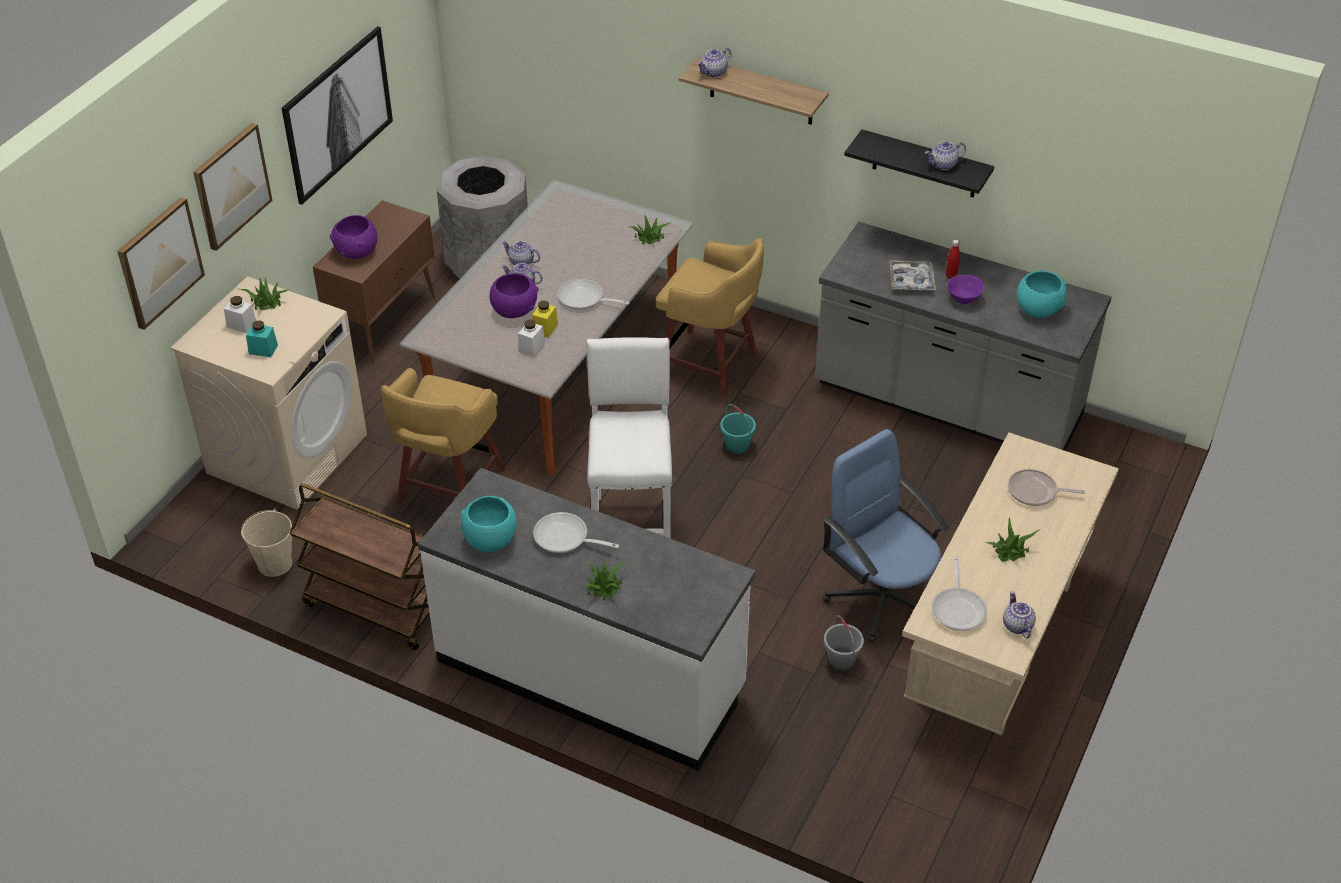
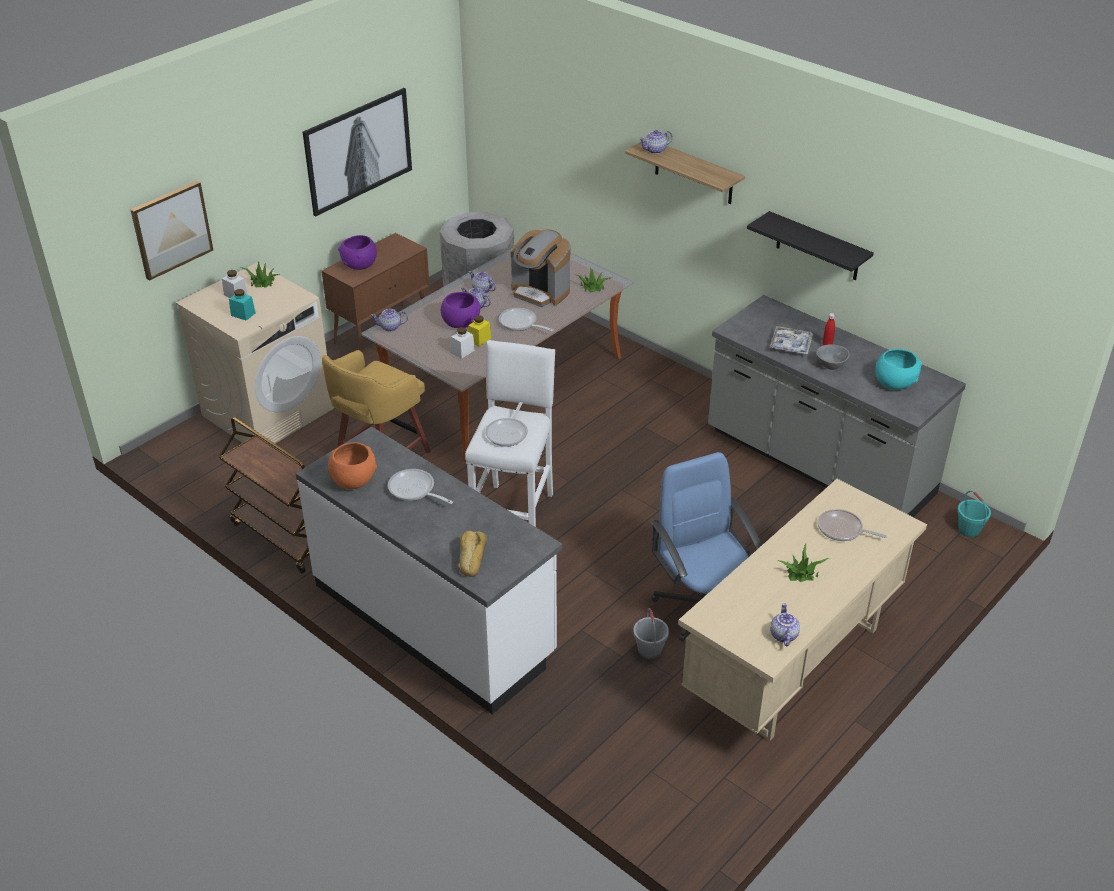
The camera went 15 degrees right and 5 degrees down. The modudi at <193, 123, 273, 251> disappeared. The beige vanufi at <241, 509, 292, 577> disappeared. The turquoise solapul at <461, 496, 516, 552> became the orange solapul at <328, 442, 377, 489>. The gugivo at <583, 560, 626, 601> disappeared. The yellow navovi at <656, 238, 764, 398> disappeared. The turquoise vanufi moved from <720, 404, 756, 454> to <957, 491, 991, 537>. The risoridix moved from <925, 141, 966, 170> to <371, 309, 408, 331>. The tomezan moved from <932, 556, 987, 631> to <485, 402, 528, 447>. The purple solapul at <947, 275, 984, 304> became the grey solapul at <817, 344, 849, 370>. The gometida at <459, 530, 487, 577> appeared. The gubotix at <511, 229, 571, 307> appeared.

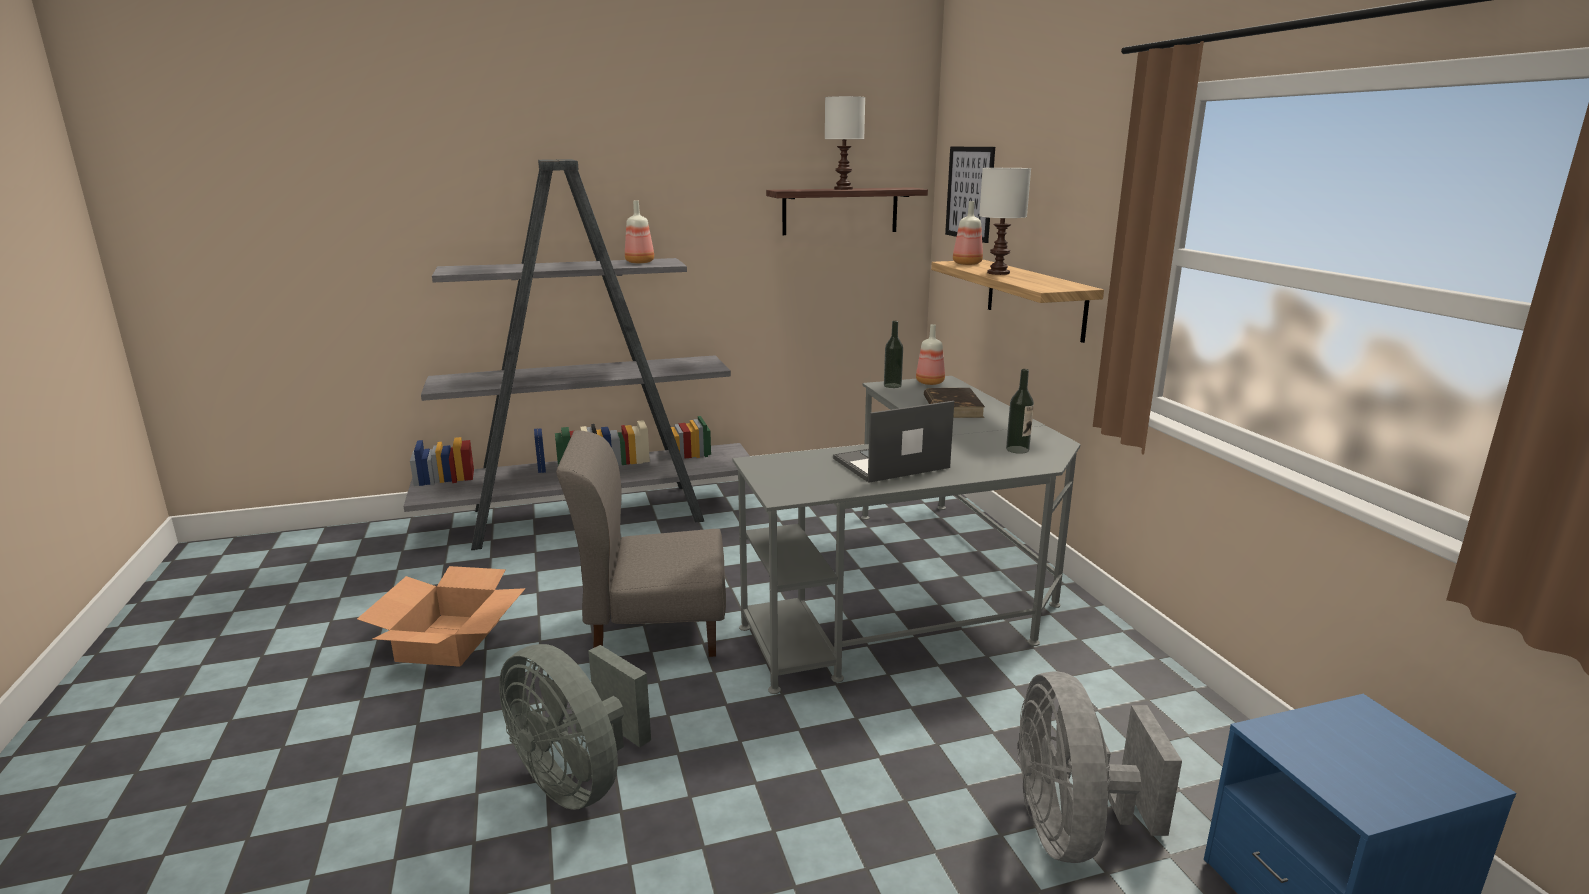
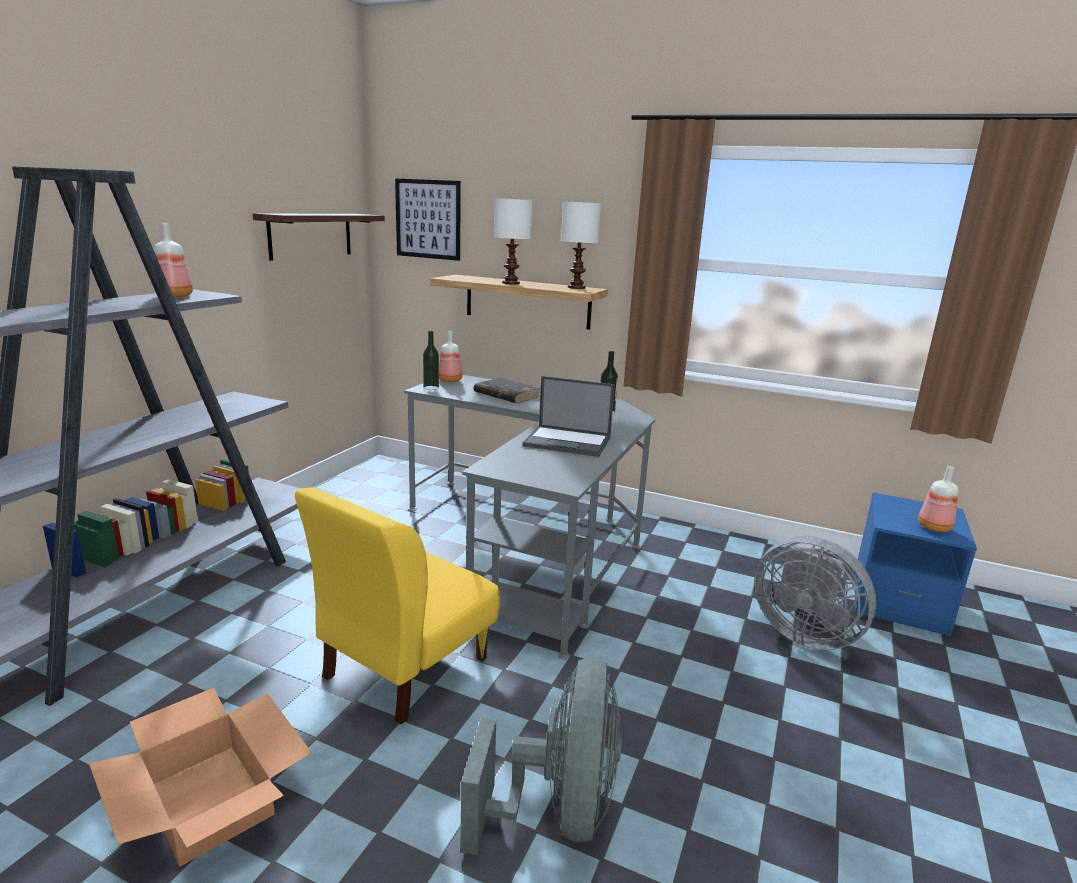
The camera went 50 degrees left and 0 degrees up. The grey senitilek at <499, 644, 651, 810> turned 75 degrees counterclockwise. The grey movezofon at <556, 431, 726, 657> became the yellow movezofon at <295, 488, 500, 724>. The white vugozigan moved from <825, 96, 865, 190> to <561, 201, 601, 289>. The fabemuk at <833, 401, 954, 483> turned 90 degrees counterclockwise. The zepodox moved from <953, 201, 983, 265> to <918, 466, 958, 532>.

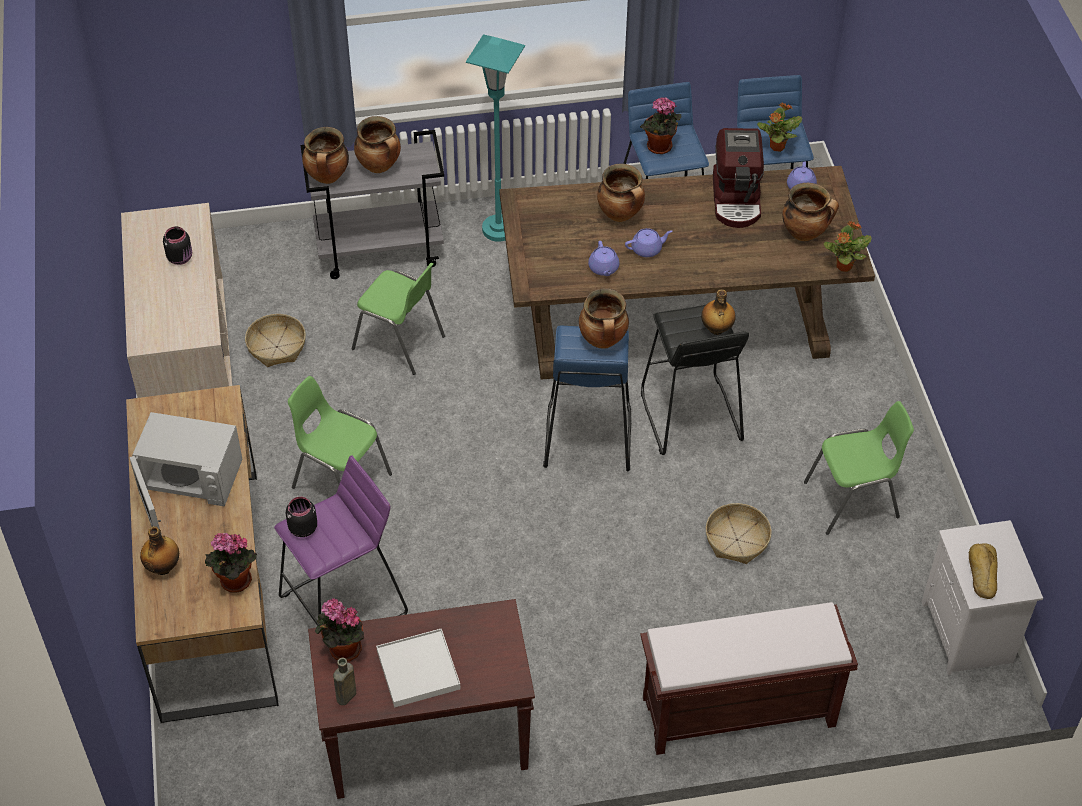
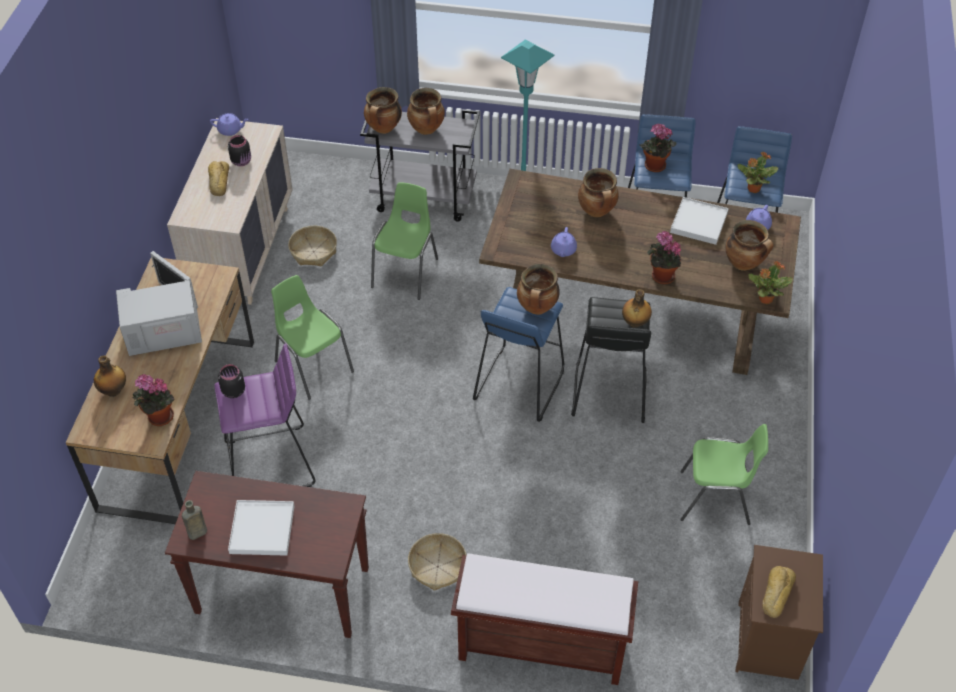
The camera went 20 degrees right and 0 degrees up. The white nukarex at <130, 412, 242, 536> turned 135 degrees clockwise. The gugivo moved from <315, 598, 364, 662> to <647, 231, 681, 285>. The green movezofon at <352, 263, 445, 375> turned 120 degrees counterclockwise. The purple risoridix moved from <625, 228, 672, 257> to <210, 113, 248, 136>. The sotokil moved from <706, 503, 772, 564> to <408, 533, 466, 591>. The gubotix at <713, 128, 764, 228> was replaced by the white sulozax at <670, 197, 729, 245>. The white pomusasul at <921, 520, 1043, 675> became the brown pomusasul at <736, 545, 823, 680>. The gometida at <208, 161, 229, 196> appeared.

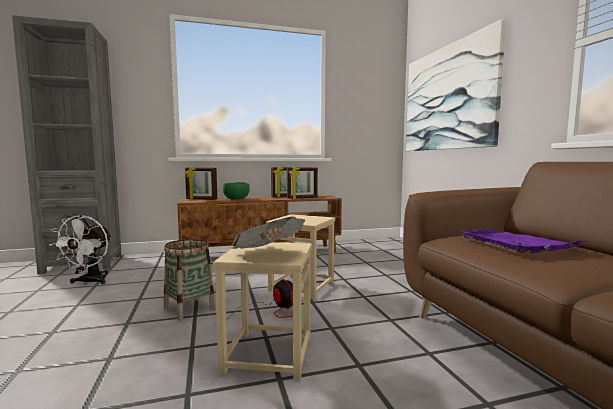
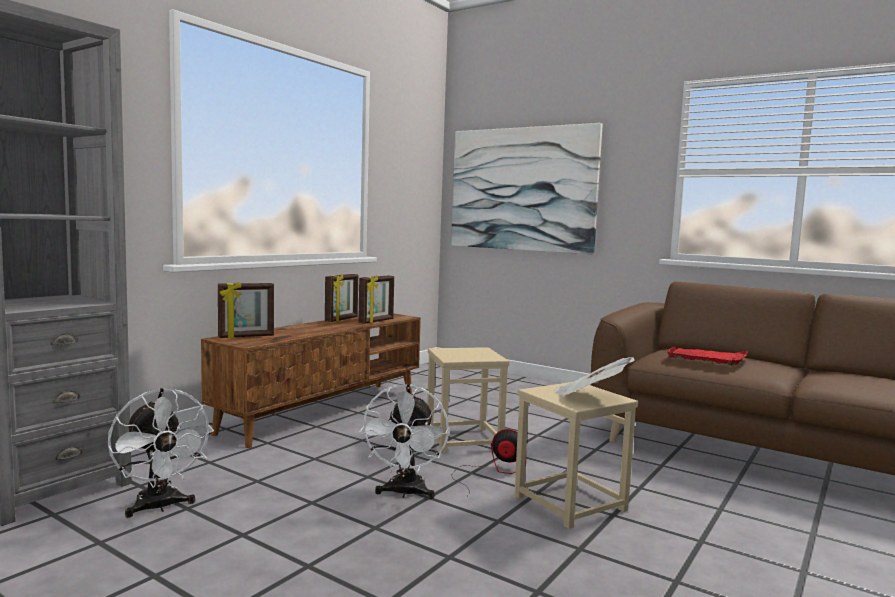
The camera went 40 degrees left and 0 degrees up. The sotokil at <164, 239, 215, 321> was replaced by the white senitilek at <359, 384, 449, 499>. The green solapul at <223, 182, 250, 200> disappeared. The purple sulozax at <461, 228, 588, 253> became the red sulozax at <666, 347, 748, 366>.

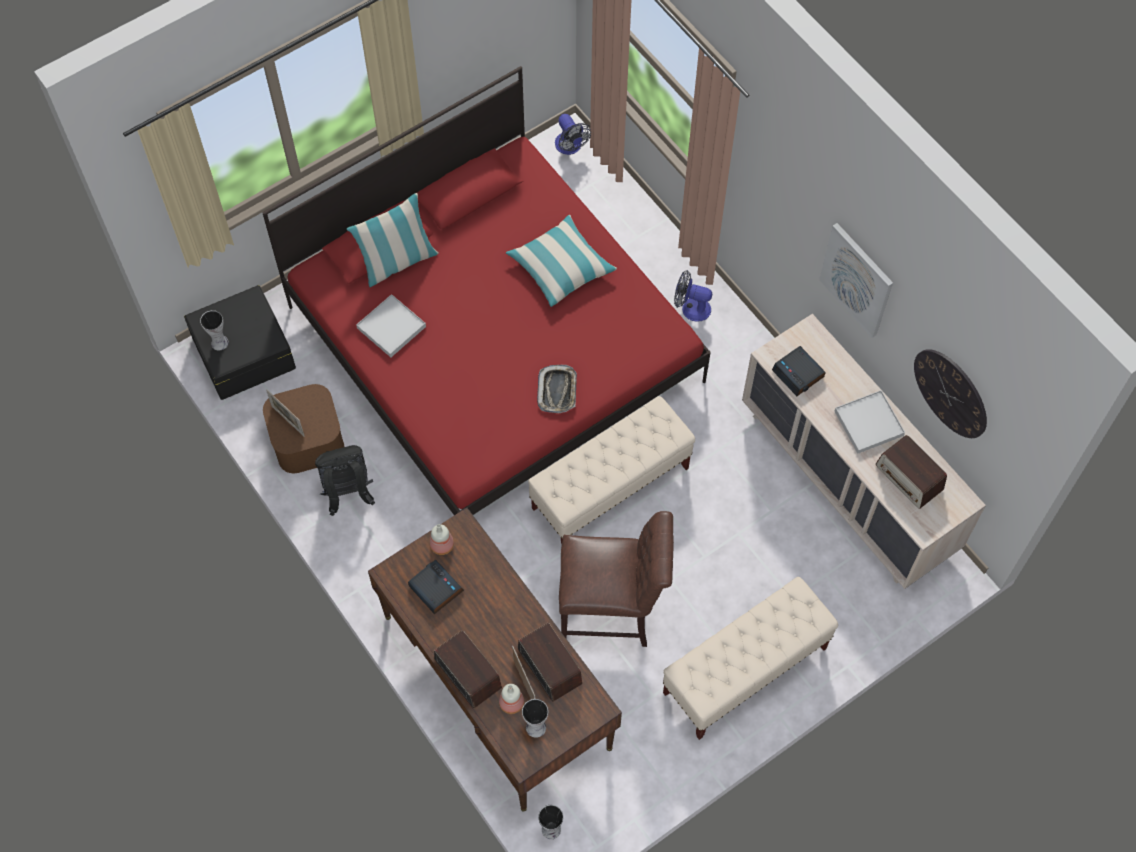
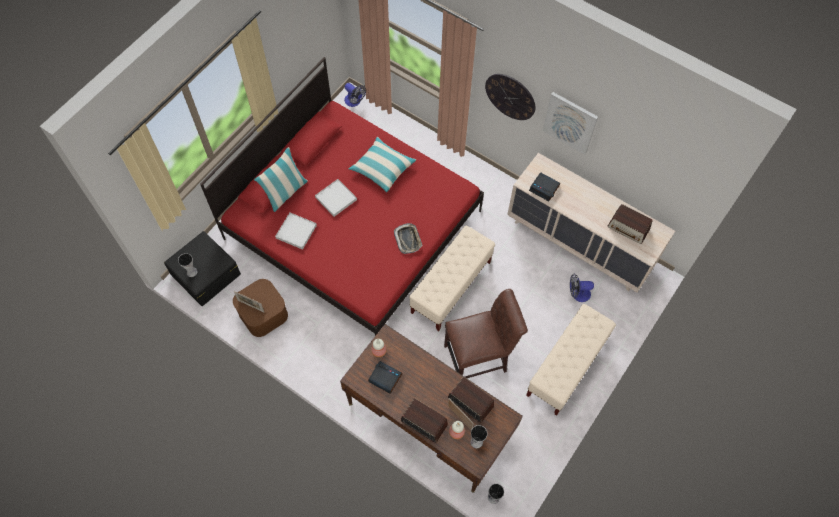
The camera went 20 degrees left and 0 degrees up. The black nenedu at <315, 445, 375, 516> disappeared. The senitilek moved from <674, 270, 712, 322> to <570, 274, 594, 302>. The white sulozax moved from <834, 390, 905, 454> to <315, 179, 357, 217>. The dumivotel moved from <914, 349, 987, 438> to <485, 74, 535, 120>.

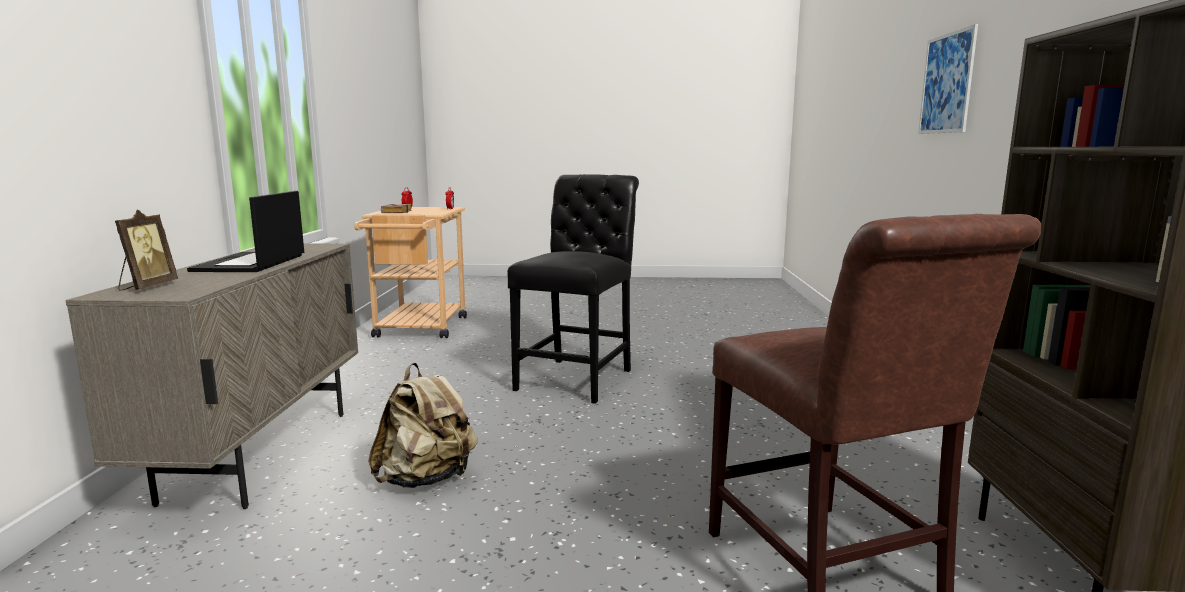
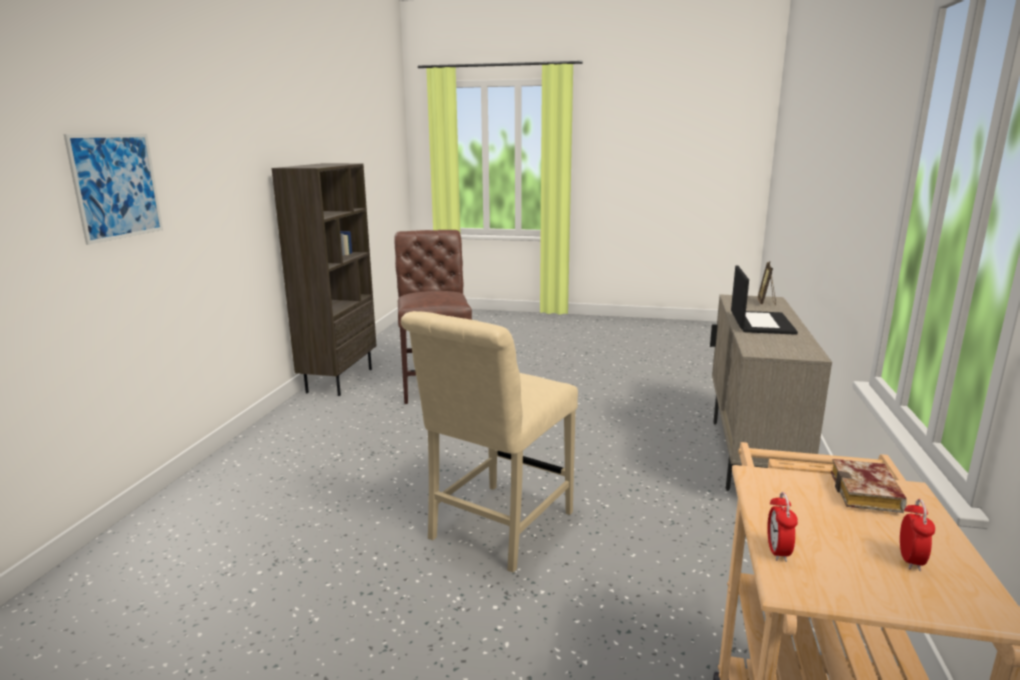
The camera went 170 degrees left and 5 degrees up. The beige nenedu at <368, 363, 477, 488> disappeared. The black movezofon at <507, 174, 639, 404> became the beige movezofon at <401, 311, 578, 573>.

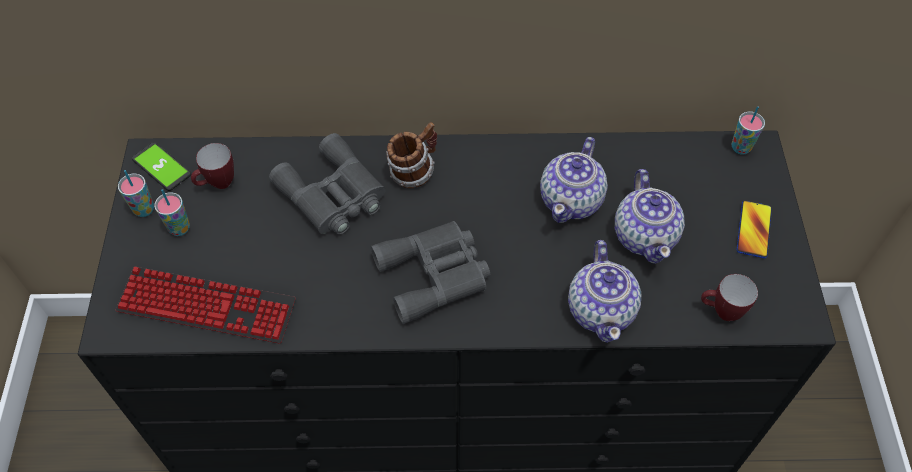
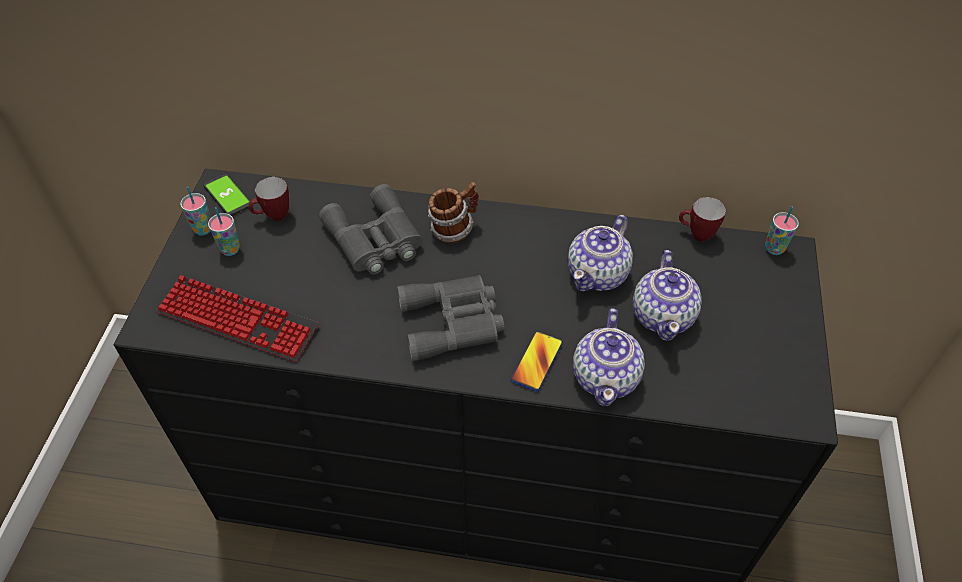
The camera went 10 degrees right and 5 degrees down. The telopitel moved from <701, 274, 758, 321> to <679, 197, 726, 242>. The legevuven moved from <737, 200, 772, 258> to <511, 331, 563, 391>.

